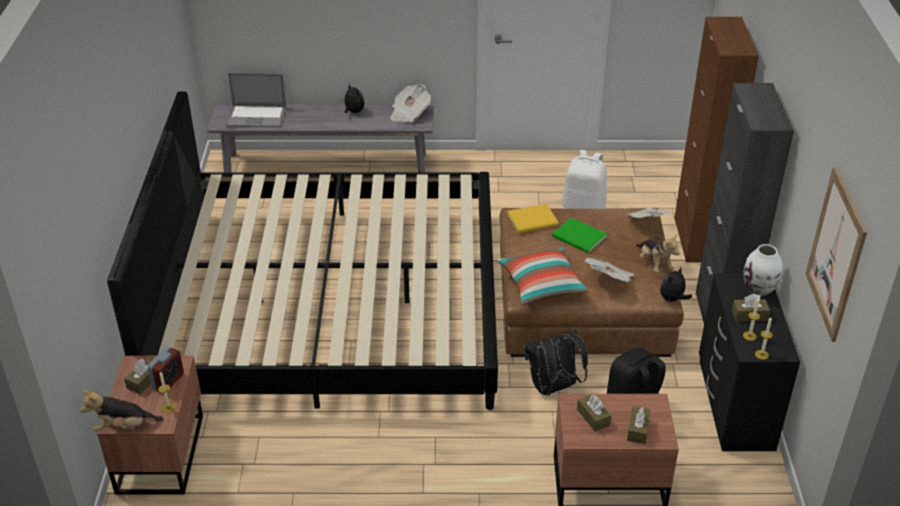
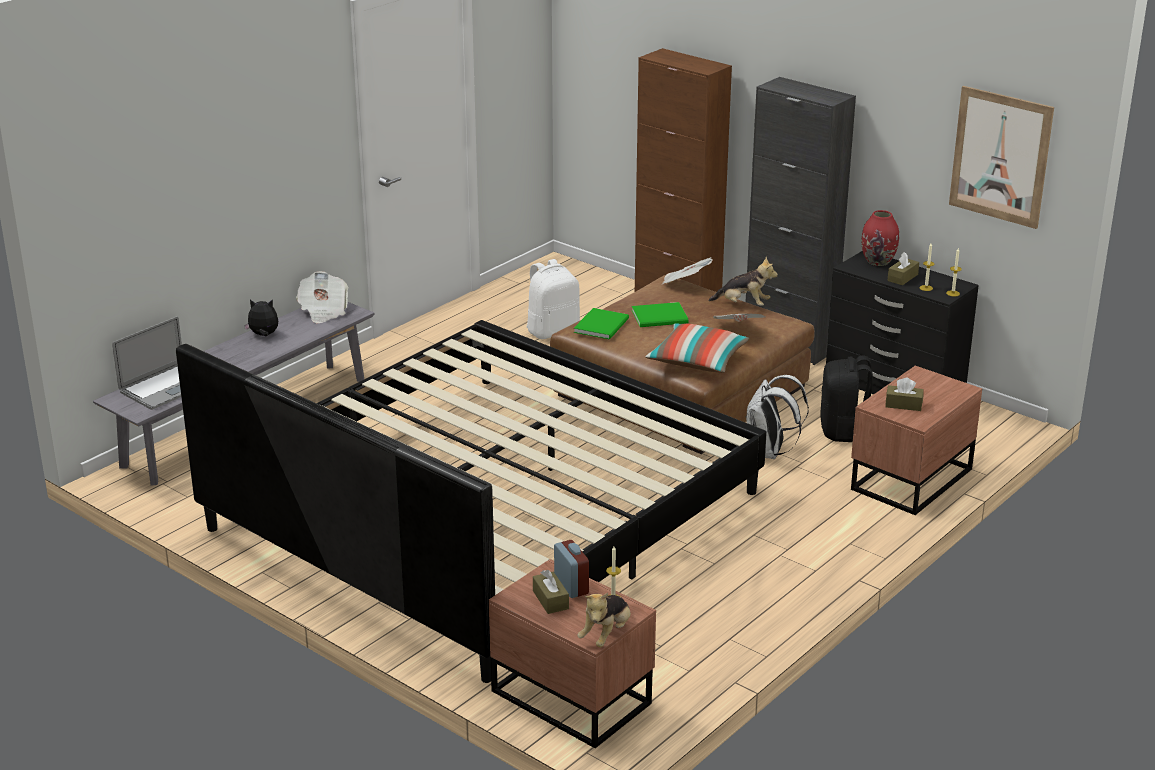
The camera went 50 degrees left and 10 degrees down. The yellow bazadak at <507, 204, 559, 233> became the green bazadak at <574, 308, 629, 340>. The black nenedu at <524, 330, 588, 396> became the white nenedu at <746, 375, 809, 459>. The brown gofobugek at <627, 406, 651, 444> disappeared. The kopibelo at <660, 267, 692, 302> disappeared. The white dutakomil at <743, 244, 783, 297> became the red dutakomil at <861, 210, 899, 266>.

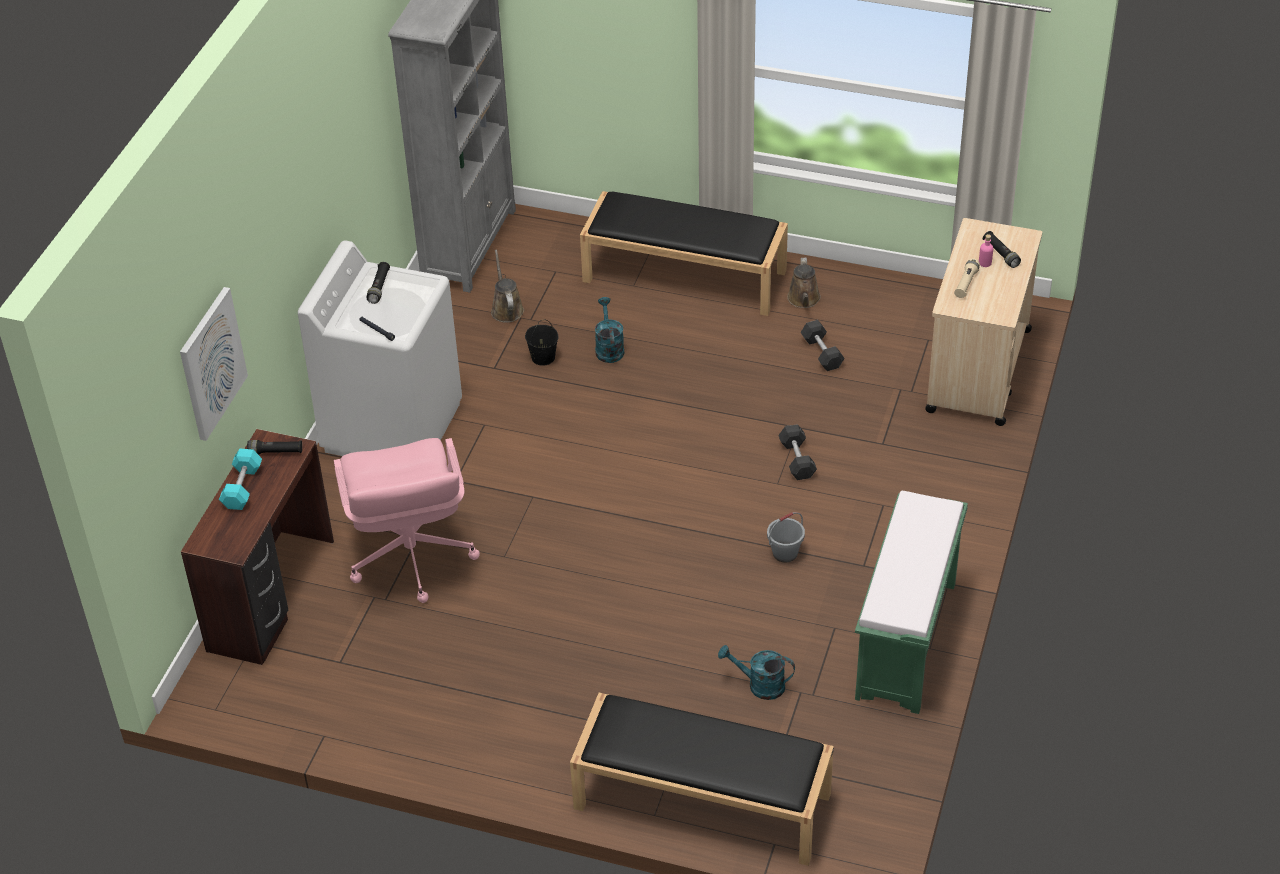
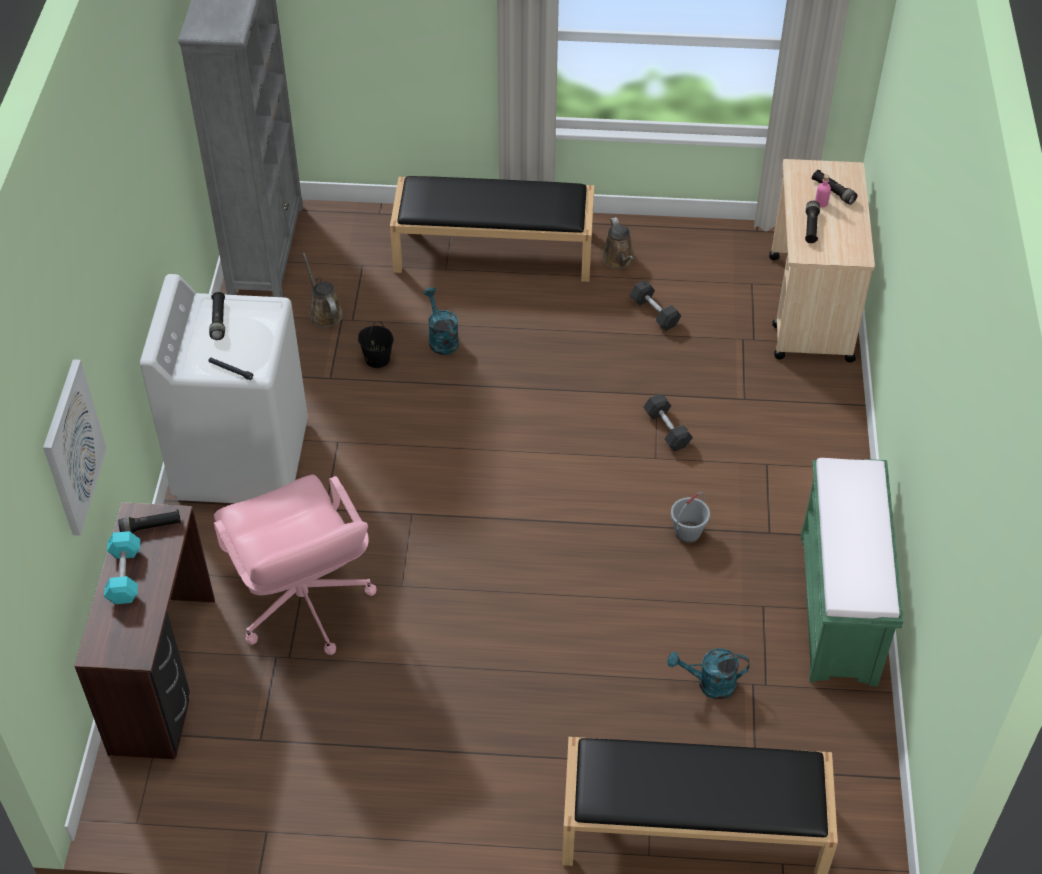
The camera went 15 degrees left and 5 degrees up. The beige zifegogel at <954, 258, 980, 298> became the black zifegogel at <805, 201, 820, 243>.

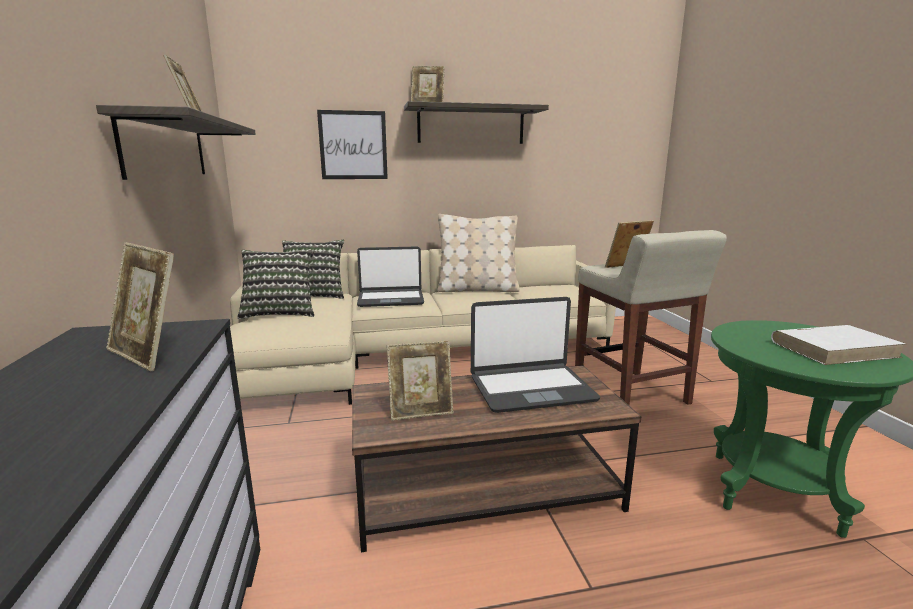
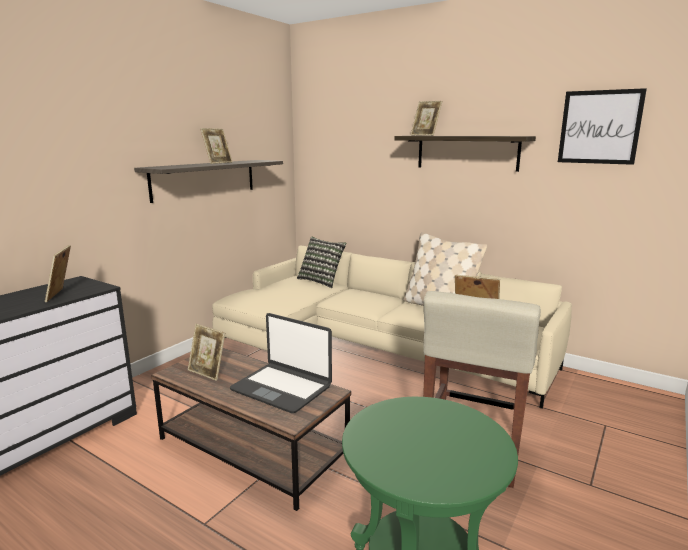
The camera went 45 degrees right and 0 degrees up. The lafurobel at <237, 248, 314, 319> disappeared. The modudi moved from <317, 110, 388, 179> to <558, 88, 647, 165>. The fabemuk at <357, 246, 424, 307> disappeared. The white bazadak at <771, 325, 906, 365> disappeared.

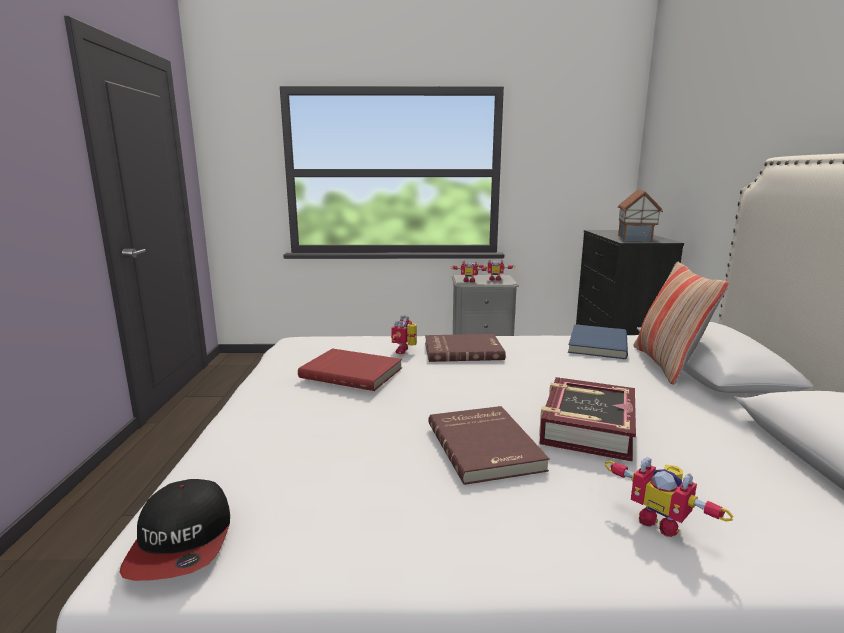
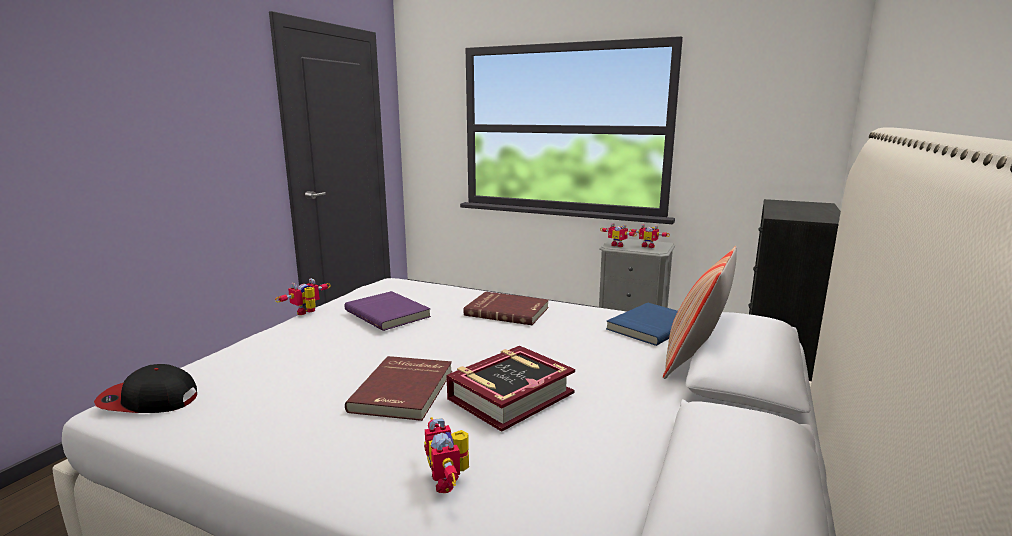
The camera went 25 degrees right and 0 degrees up. The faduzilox at <120, 479, 230, 581> turned 75 degrees clockwise. The red bazadak at <298, 348, 402, 391> became the purple bazadak at <344, 291, 431, 331>. The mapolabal moved from <391, 315, 417, 354> to <275, 278, 331, 315>. The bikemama at <617, 189, 663, 242> disappeared.

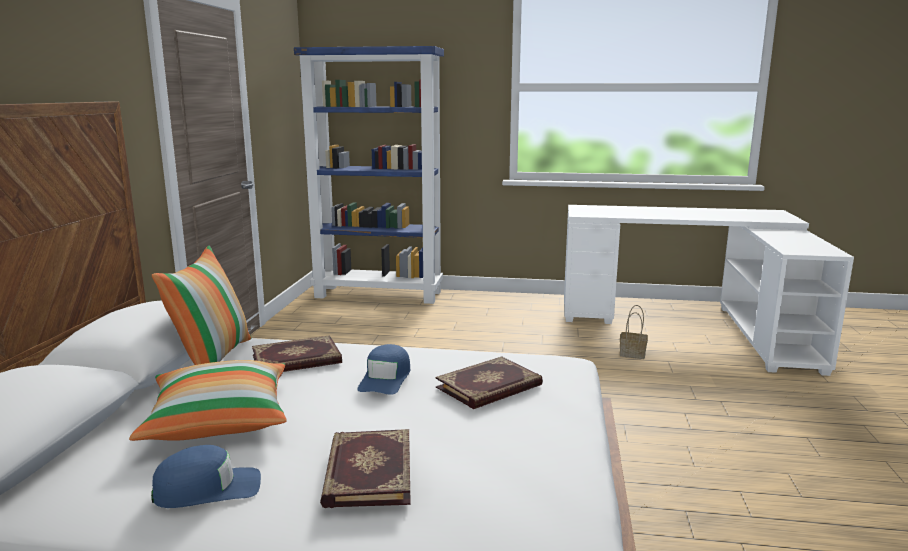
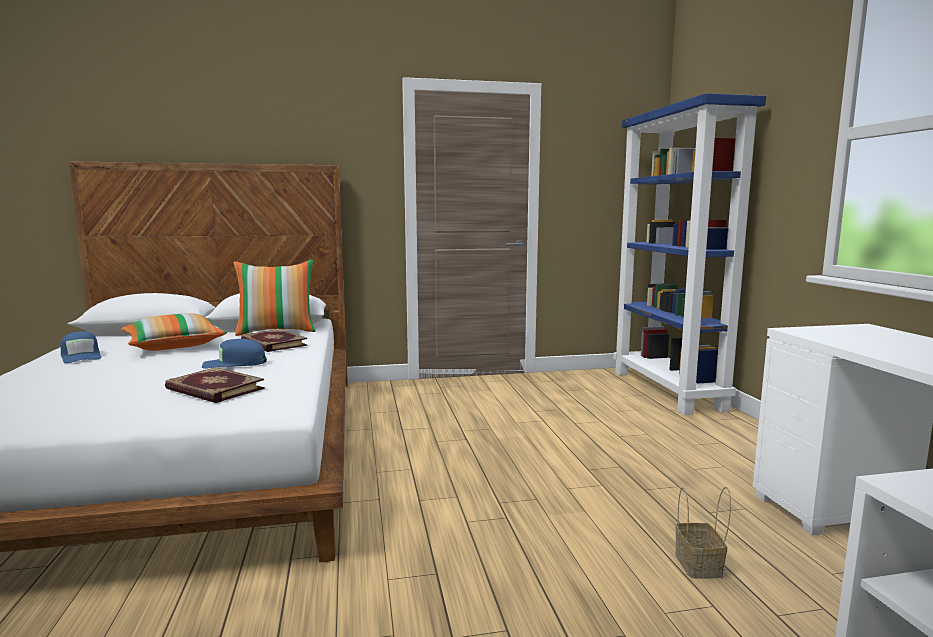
The camera went 70 degrees right and 5 degrees down. The bazadak at <320, 429, 411, 508> disappeared.

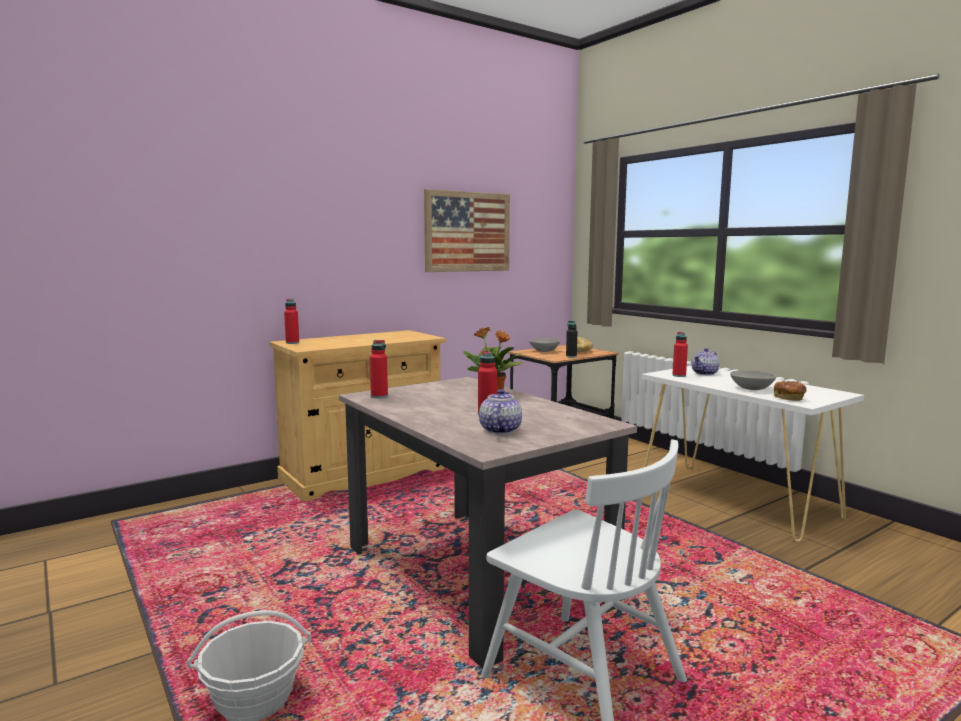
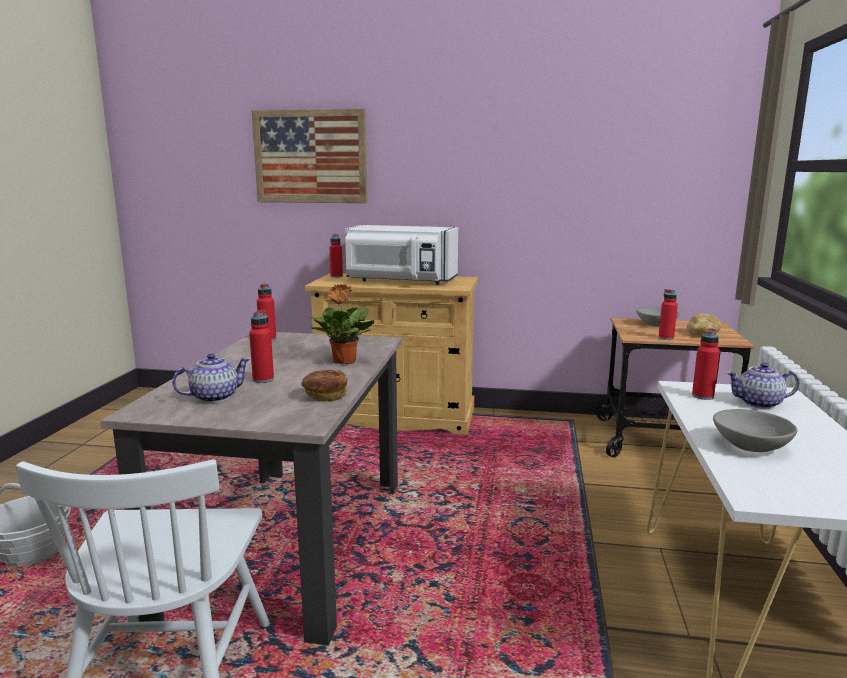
The camera went 45 degrees right and 5 degrees up. The modudi moved from <424, 189, 510, 272> to <251, 108, 368, 203>. The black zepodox at <566, 321, 577, 357> became the red zepodox at <658, 289, 678, 340>. The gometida moved from <774, 381, 807, 401> to <301, 370, 347, 402>. The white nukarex at <345, 225, 458, 285> appeared.

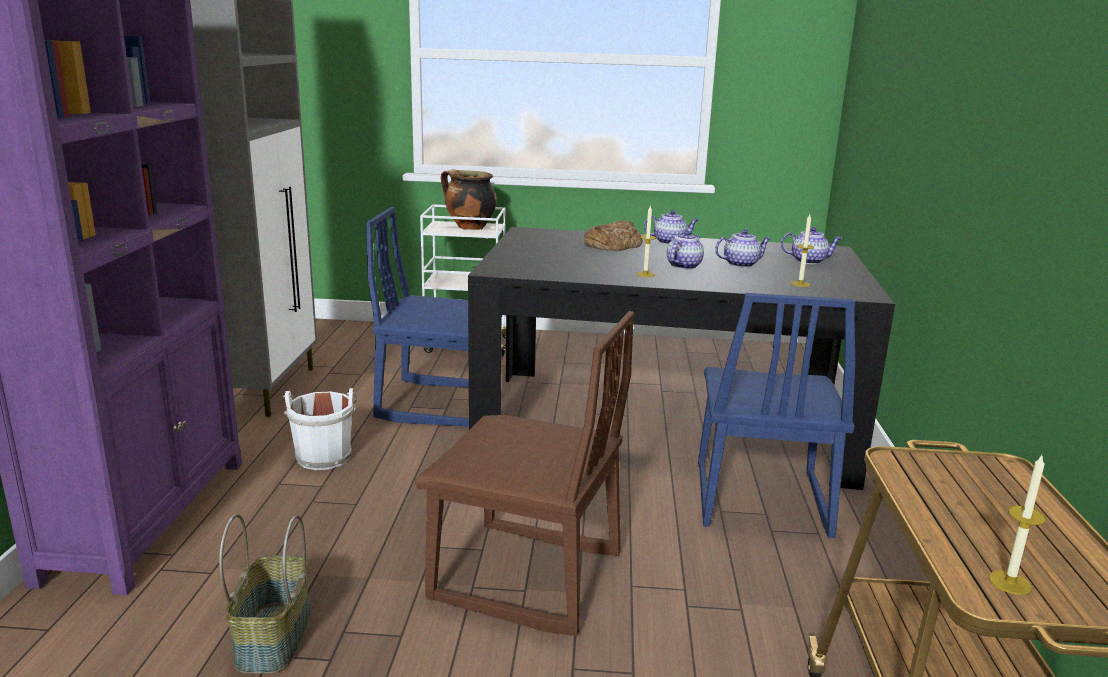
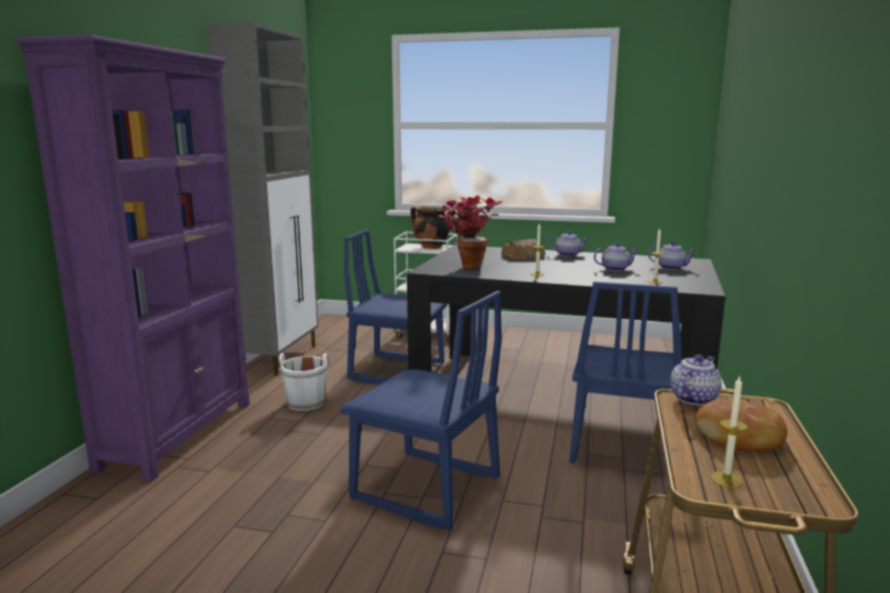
The camera went 10 degrees right and 5 degrees down. The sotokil at <219, 514, 310, 673> disappeared. The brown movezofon at <415, 311, 634, 636> became the blue movezofon at <340, 290, 502, 530>. The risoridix moved from <667, 231, 704, 269> to <670, 355, 722, 405>. The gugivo at <438, 195, 503, 269> appeared. The gometida at <695, 399, 787, 451> appeared.

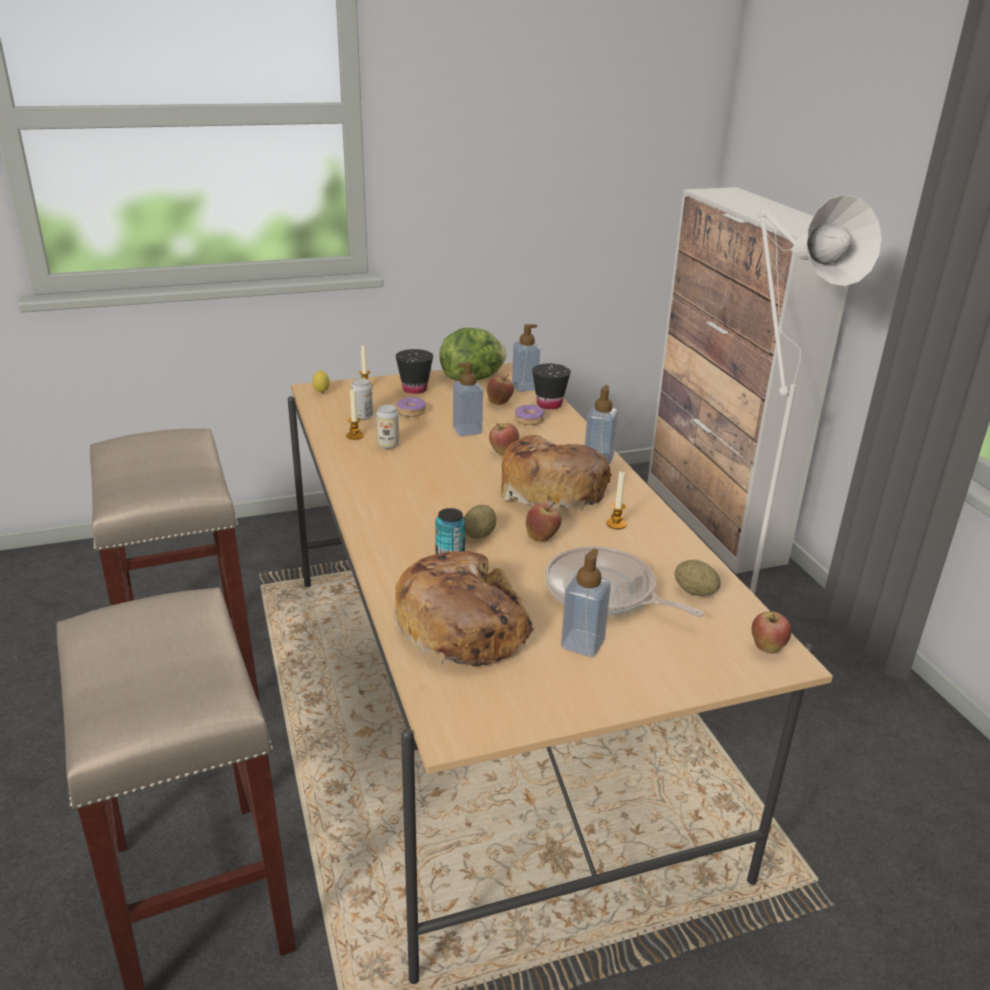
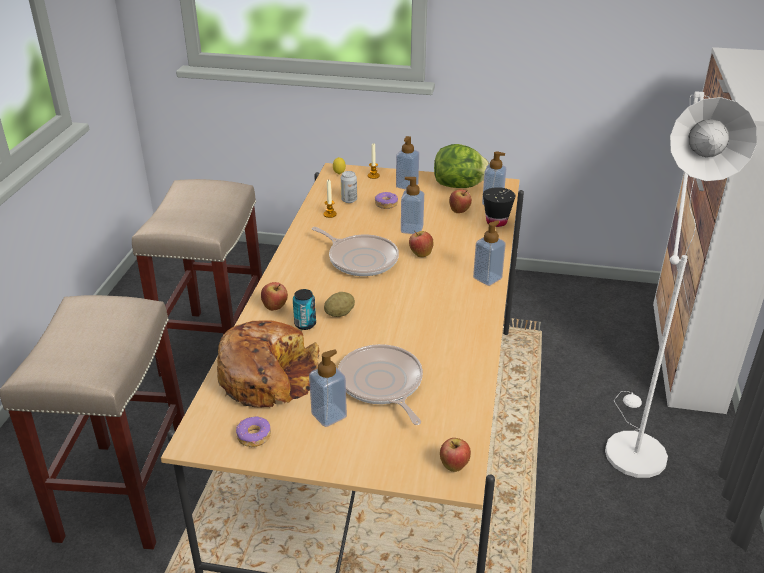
The camera went 30 degrees right and 5 degrees up. The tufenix at <376, 405, 399, 449> disappeared. The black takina at <396, 349, 433, 394> was replaced by the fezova at <396, 136, 419, 190>. The gometida at <500, 435, 612, 511> disappeared. The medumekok moved from <515, 405, 545, 425> to <236, 416, 271, 447>. The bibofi moved from <526, 502, 561, 542> to <261, 282, 288, 311>. The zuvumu at <606, 471, 627, 530> disappeared. The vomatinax at <675, 560, 721, 596> disappeared. The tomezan at <312, 227, 399, 276> appeared.

